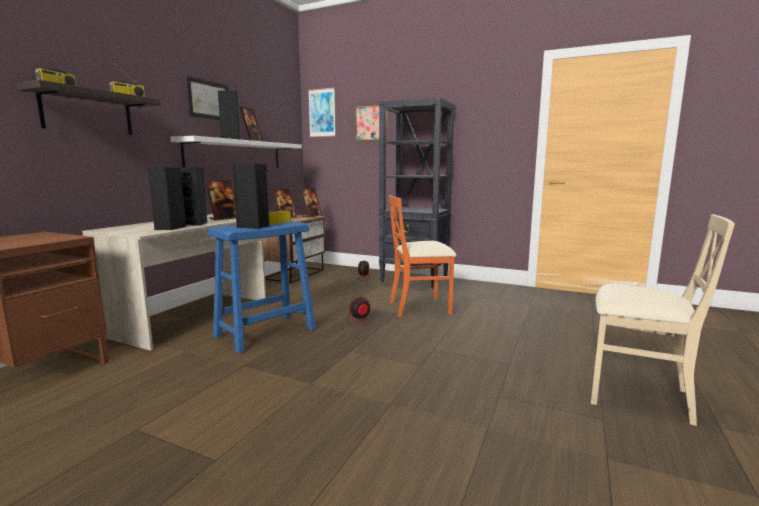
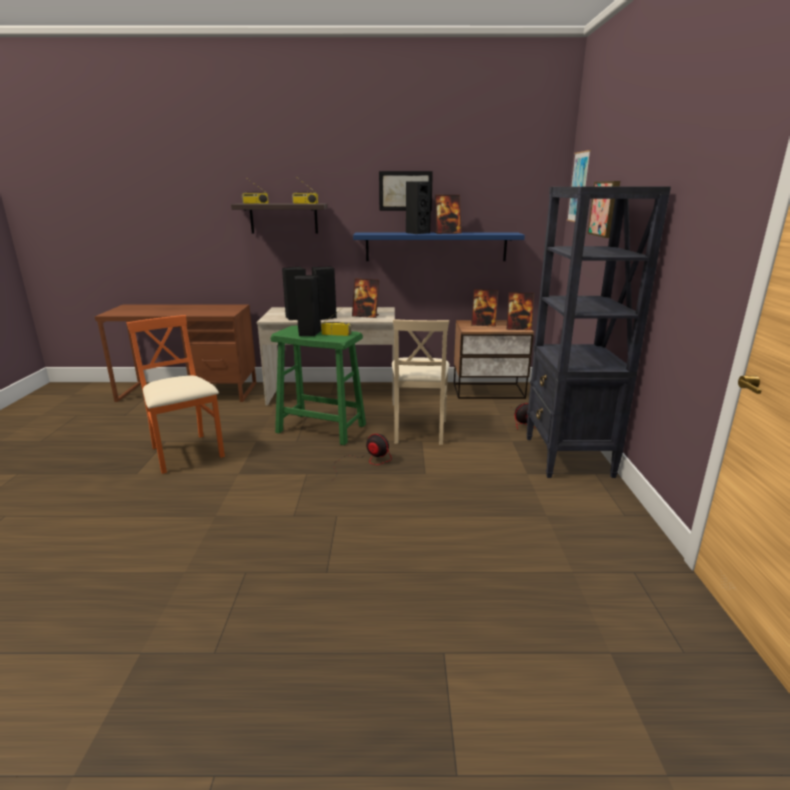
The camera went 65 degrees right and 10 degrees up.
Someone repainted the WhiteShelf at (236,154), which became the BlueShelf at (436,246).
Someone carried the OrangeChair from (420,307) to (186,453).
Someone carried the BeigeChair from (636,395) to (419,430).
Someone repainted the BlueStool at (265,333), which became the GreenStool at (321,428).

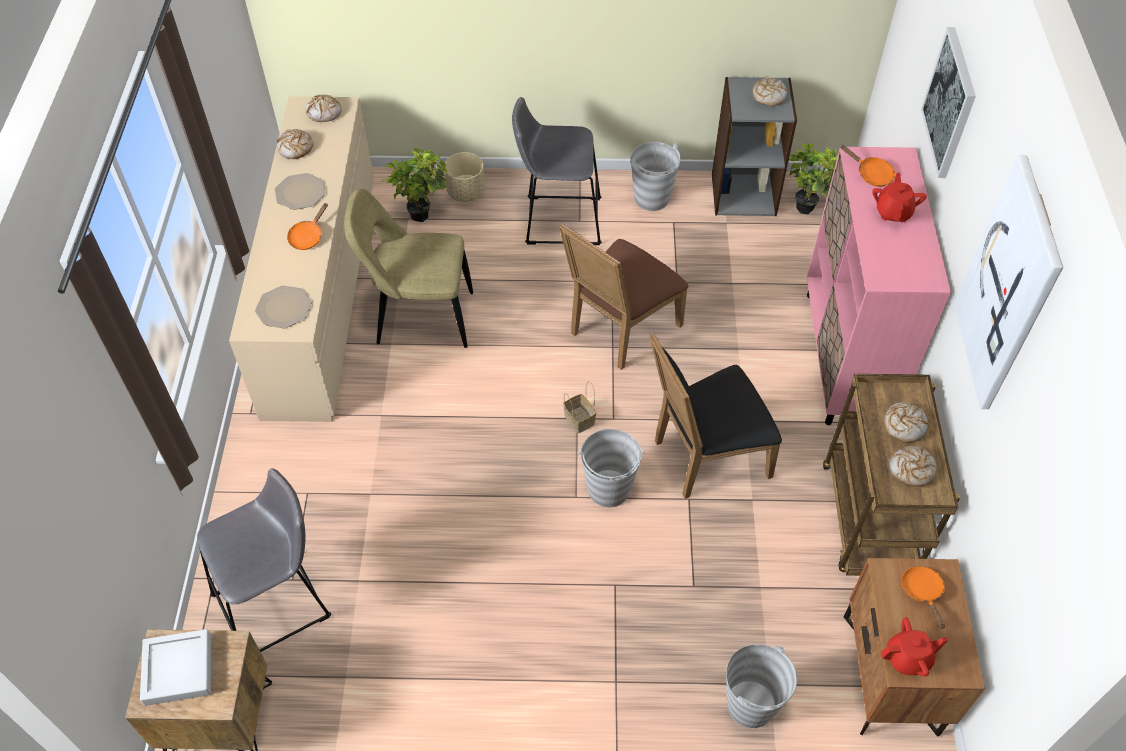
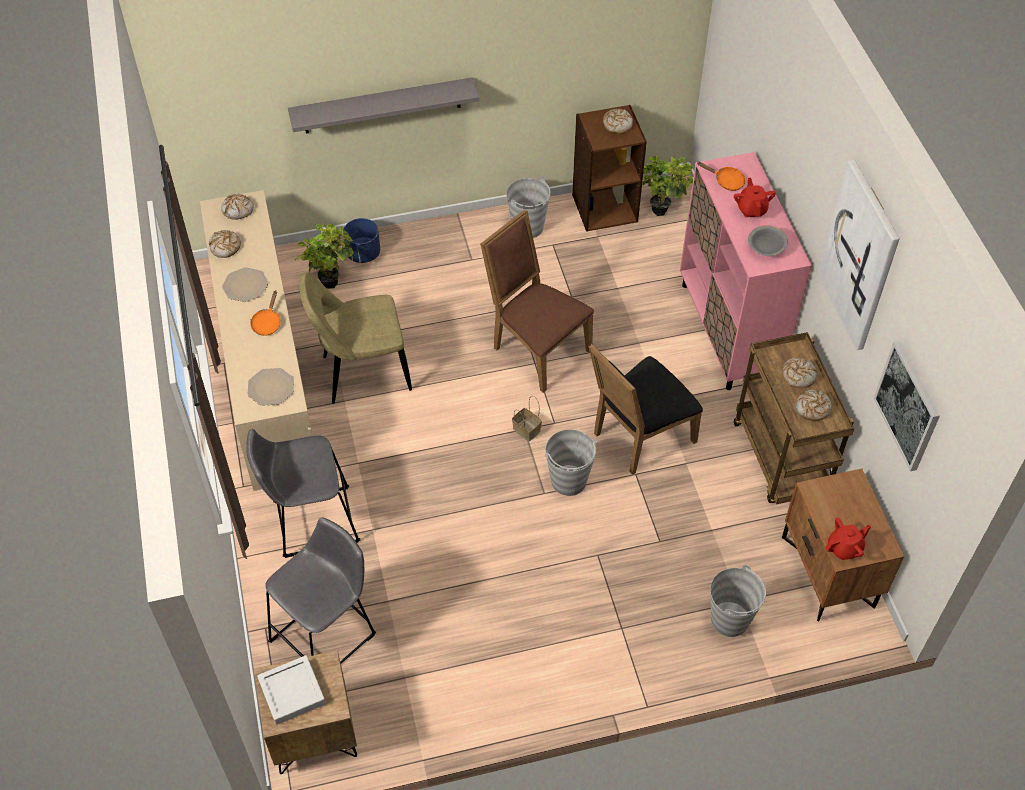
The camera went 15 degrees left and 0 degrees up.
Someone carried the Picture from (950,103) to (908,405).
Someone repainted the GreyBookcase at (743,193), which became the BrownBookcase at (604,207).
Someone carried the GreyStool from (558,220) to (311,522).
Someone repainted the BeigePlanter at (466,192), which became the BluePlanter at (363,253).
Someone rotated the BrownChair at (619,330) by 105 degrees clockwise.
Someone took away the OrangeFryingPan at (923,592).
Someone put up the GreyShelf at (382,106).
Someone put down the GreyBowl at (766,248).

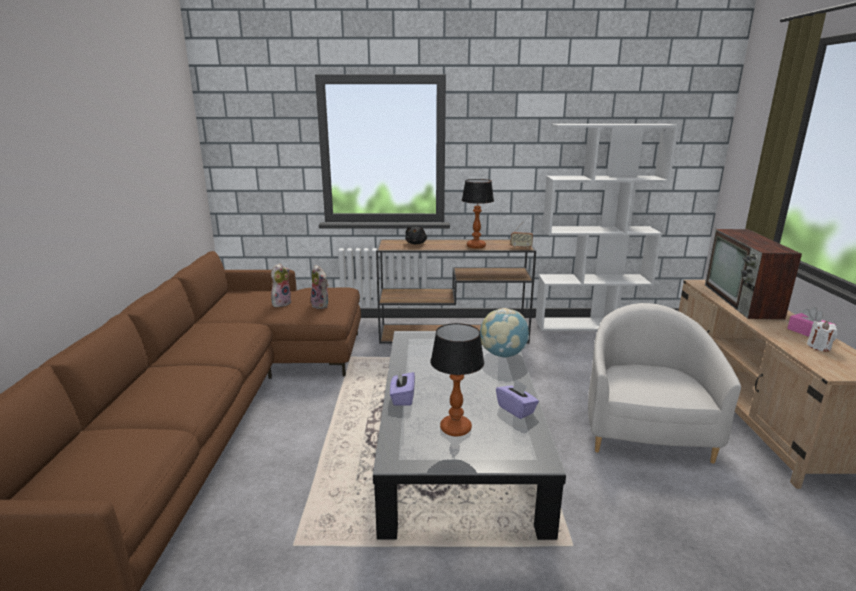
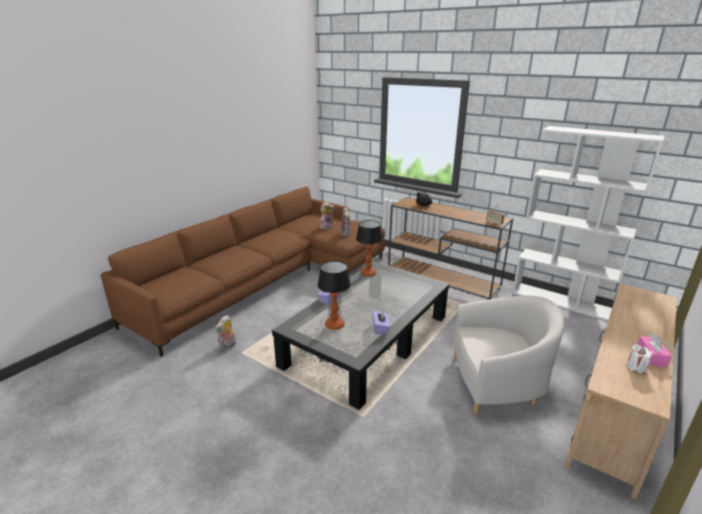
The camera went 35 degrees right and 5 degrees up.
Someone carried the TableLamp from (476,246) to (368,273).
Someone took away the Television at (743,301).
Someone rotated the WhiteArmchair at (643,430) by 45 degrees clockwise.
Someone took away the Globe at (503,354).
Someone put down the PlushToy at (228,347).

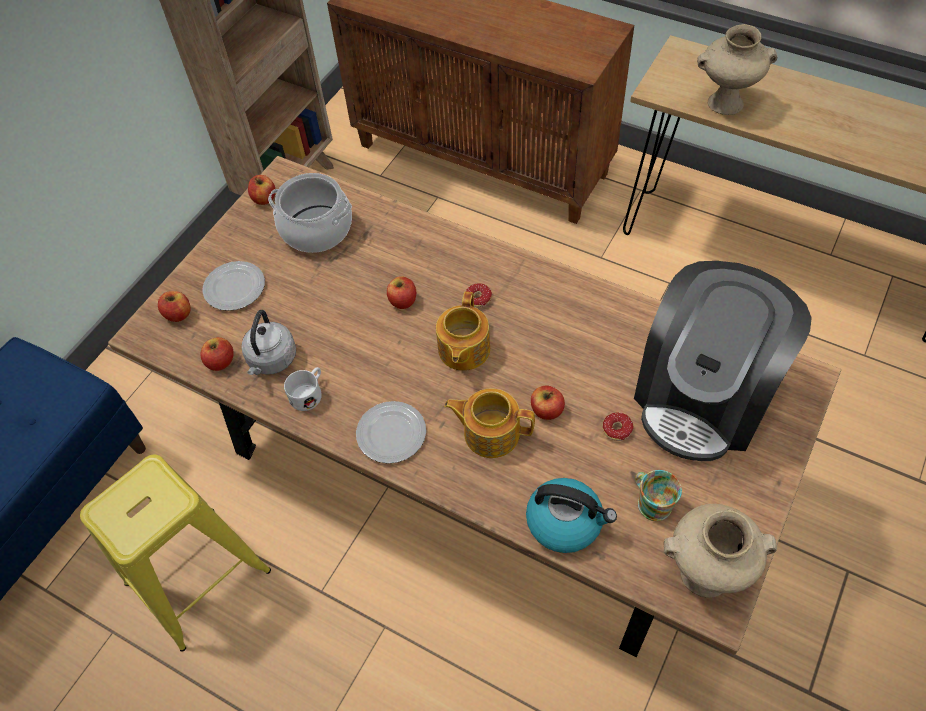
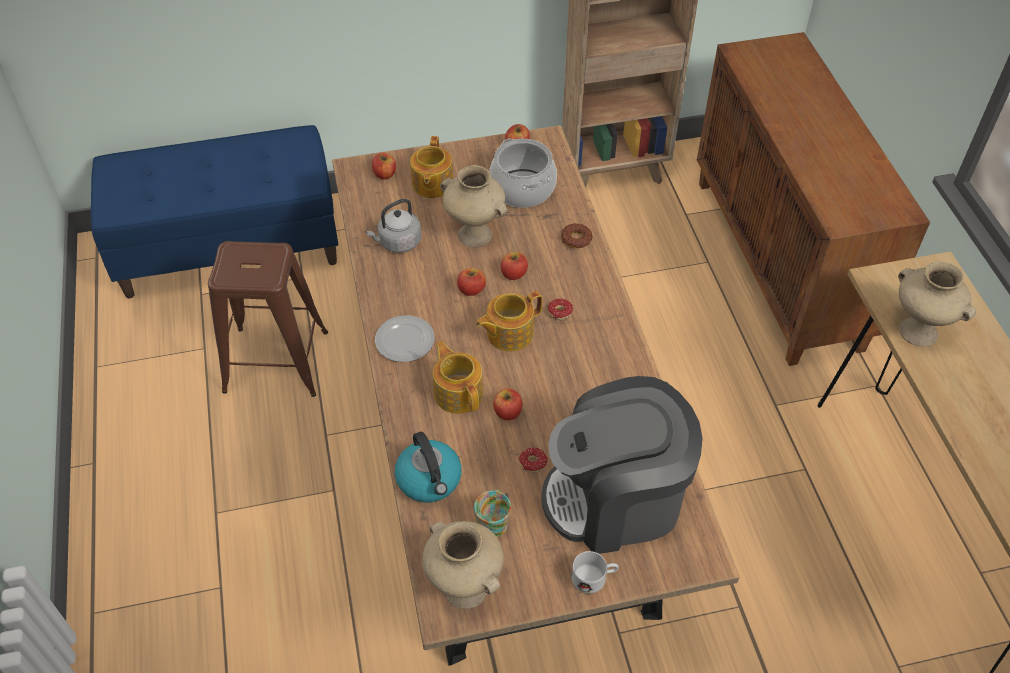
The camera went 45 degrees right and 5 degrees down.
Someone swapped the Plate at (234,288) for the Teapot at (432,184).
Someone carried the Apple from (220,361) to (471,289).
Someone carried the WhiteMug from (309,393) to (594,578).
Someone repainted the YellowStool at (198,577), which became the BrownStool at (276,361).
Someone put down the BeigeVase at (476,235).
Someone put down the Donut at (576,239).

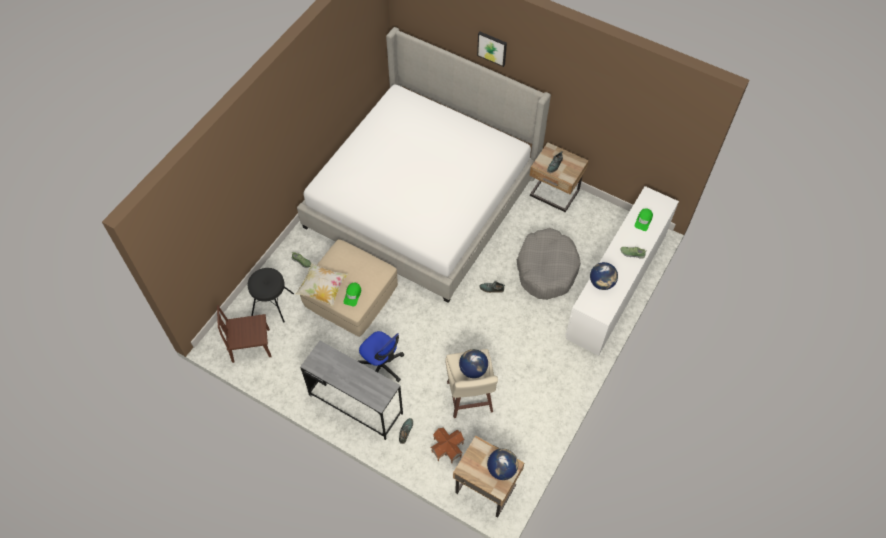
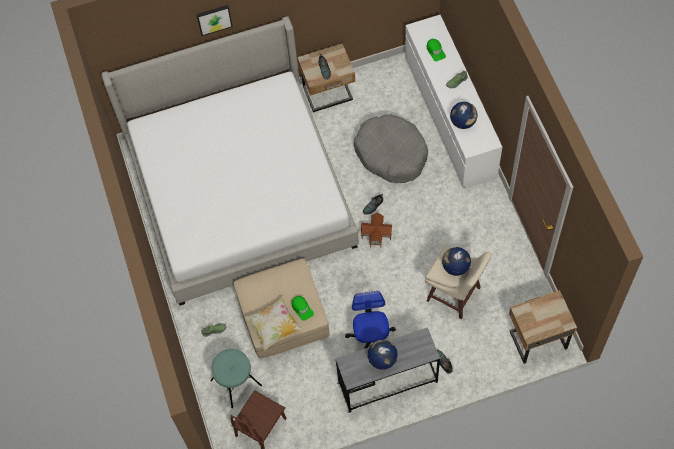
The camera went 45 degrees left and 5 degrees up.
Someone repainted the BlackStool at (272,305), which became the TurquoiseStool at (236,383).
Someone rotated the OfficeChair at (382,366) by 90 degrees counterclockwise.
Someone carried the ToyHouse from (446,448) to (376,235).
Someone carried the Globe from (501,469) to (382,359).

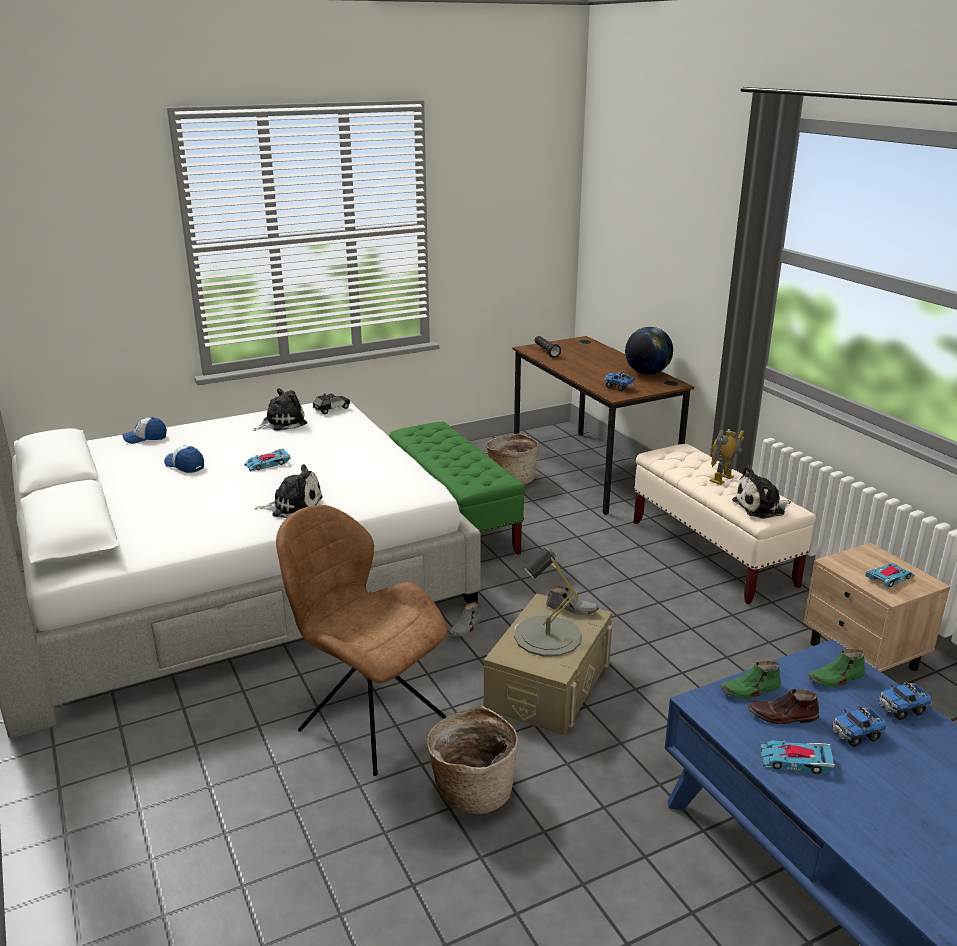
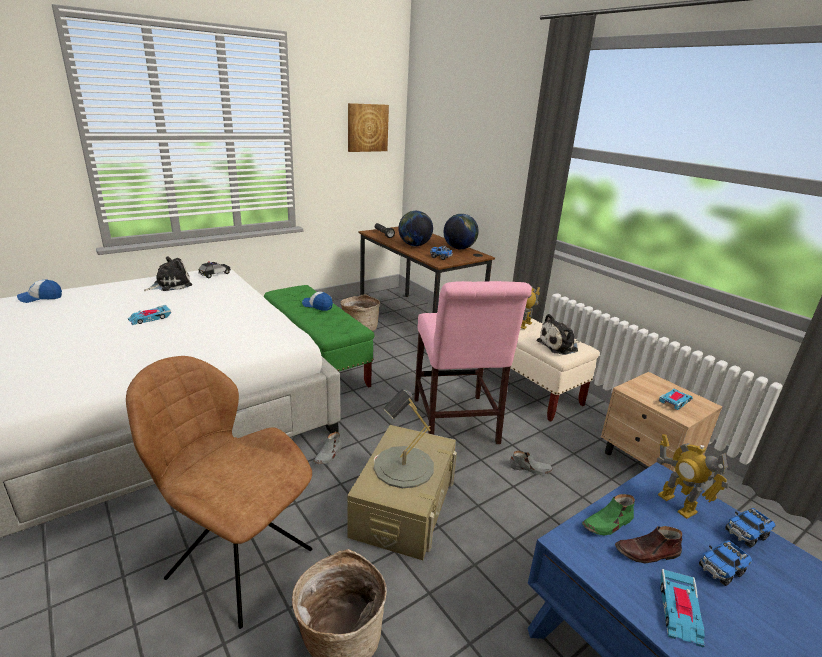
The camera went 10 degrees left and 0 degrees up.
Someone carried the Cap from (185,465) to (317,306).
Someone took away the PlushToy at (294,507).
Someone carried the GreyShoe from (572,609) to (529,468).
Someone swapped the GreenShoe at (836,678) for the ToyRobot at (677,504).
Someone rotated the ToyCar at (795,761) by 75 degrees counterclockwise.
Someone put up the Picture at (367,128).
Someone put down the Globe at (414,245).
Someone put down the PinkChair at (455,424).

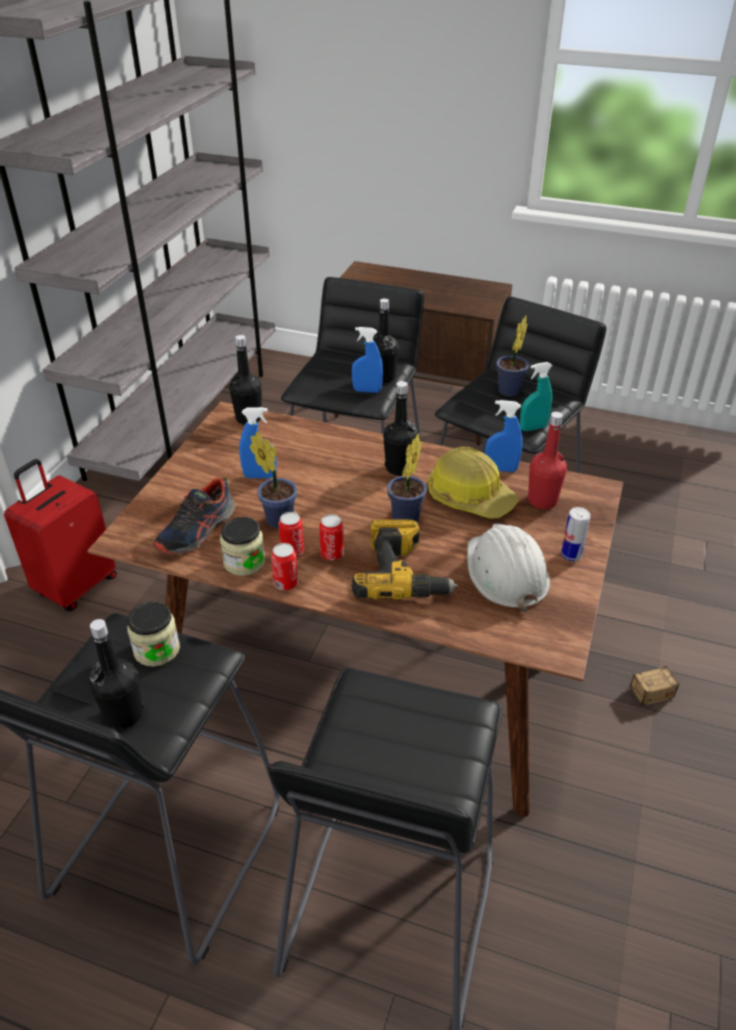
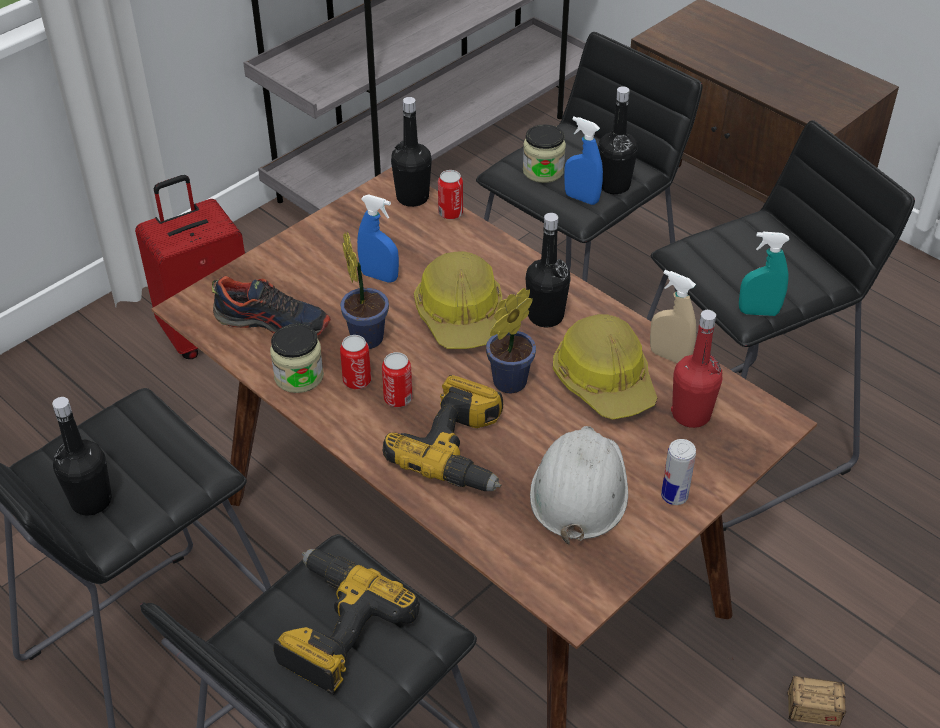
The camera went 25 degrees right and 5 degrees up.
Someone took away the PottedPlant at (508,392).
Someone repainted the BlueSprayBottle at (501,469), which became the BeigeSprayBottle at (669,356).
Someone rotated the Shoe at (197,530) by 135 degrees counterclockwise.
Someone carried the Can from (286,583) to (450,213).
Someone carried the Jar from (157,650) to (543,171).
Someone put down the HardHat at (461,315).
Someone put down the PowerDrill at (333,628).

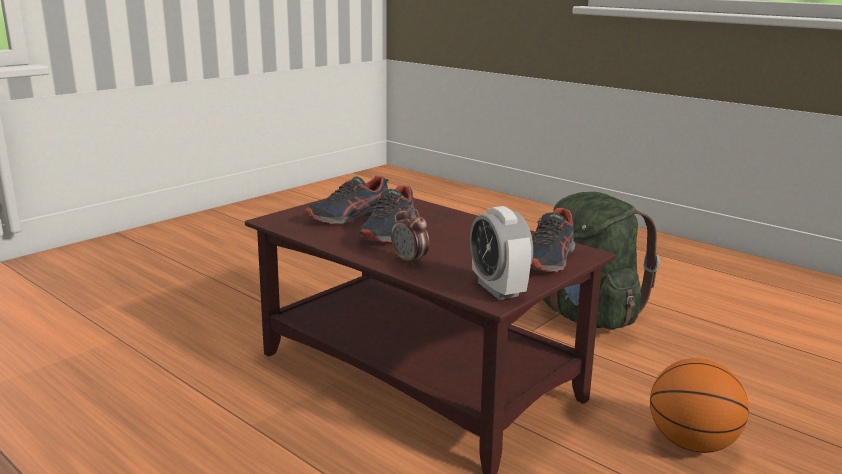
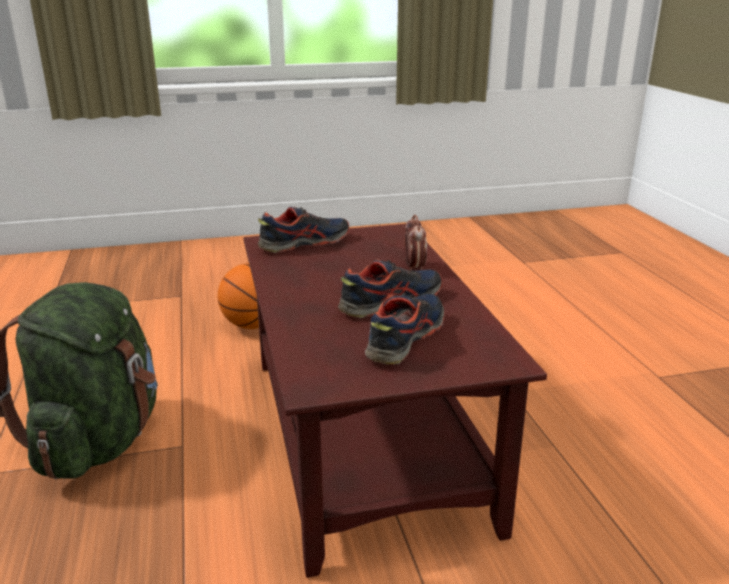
The camera went 145 degrees left and 5 degrees up.
Someone rotated the Shoe at (350,217) by 60 degrees counterclockwise.
Someone took away the AlarmClock at (498,289).

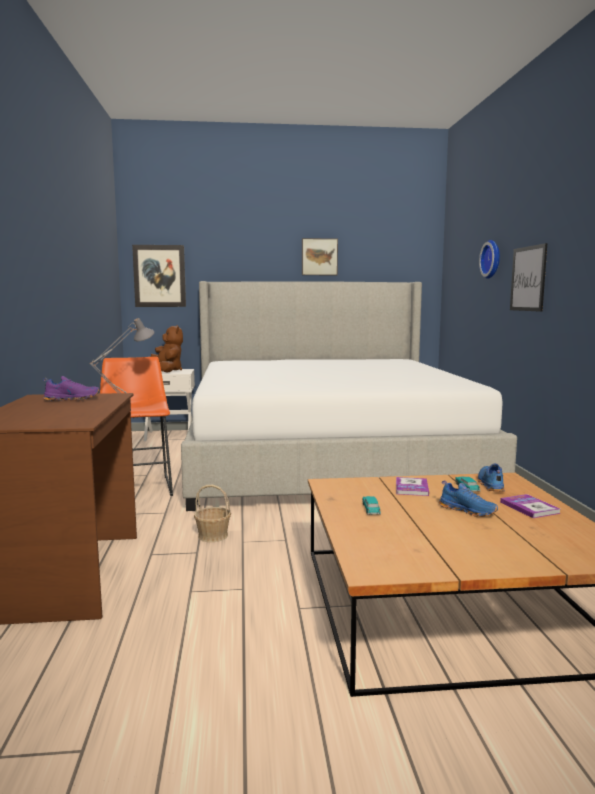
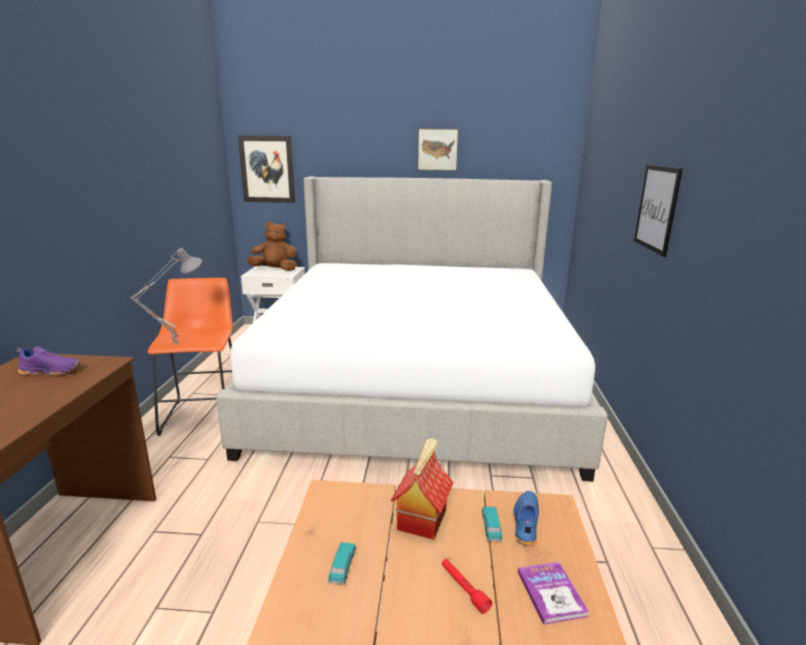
The camera went 10 degrees right and 10 degrees up.
Someone took away the WallClock at (492,259).
Someone rotated the BrownPlushToy at (168,371) by 75 degrees counterclockwise.
Someone swapped the Book at (411,488) for the ToyHouse at (421,518).
Someone swapped the BlueShoe at (468,510) for the RedFlashlight at (464,589).
Someone took away the Basket at (213,536).

